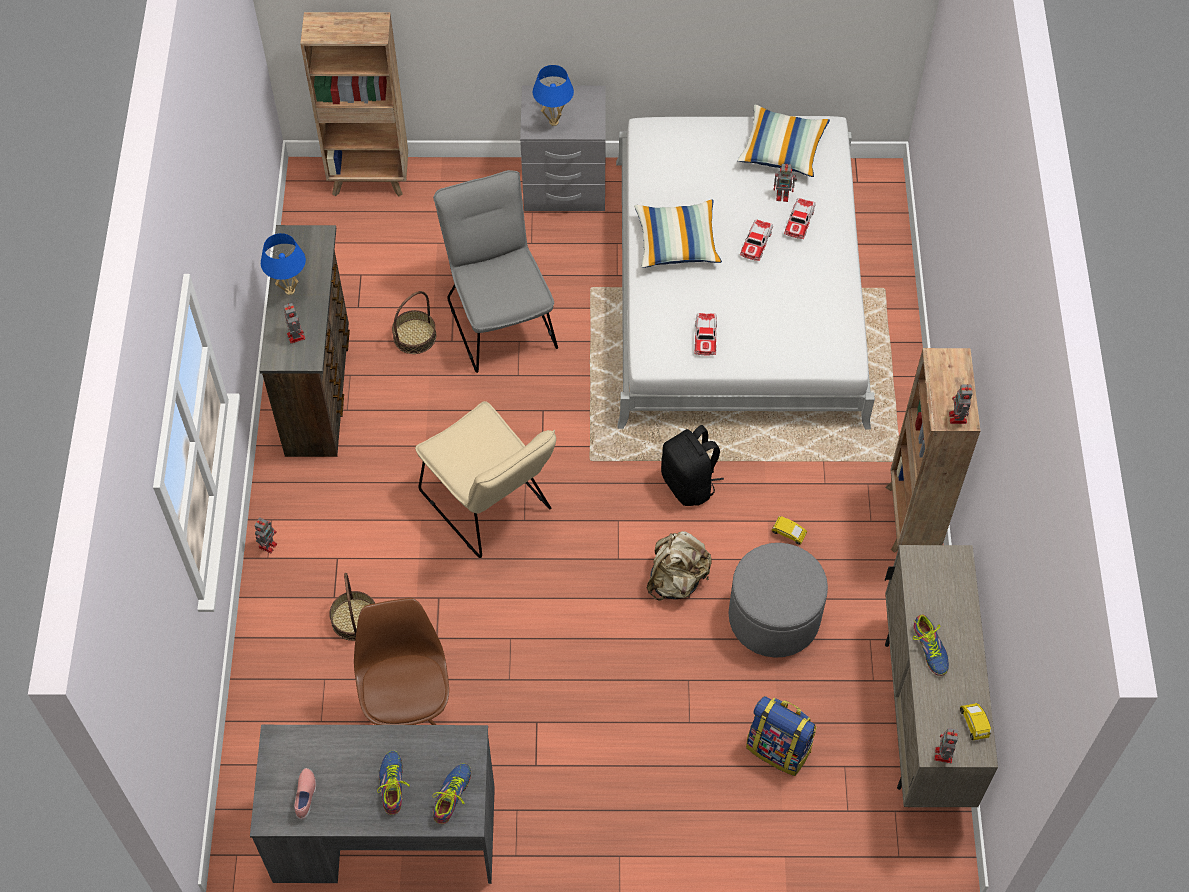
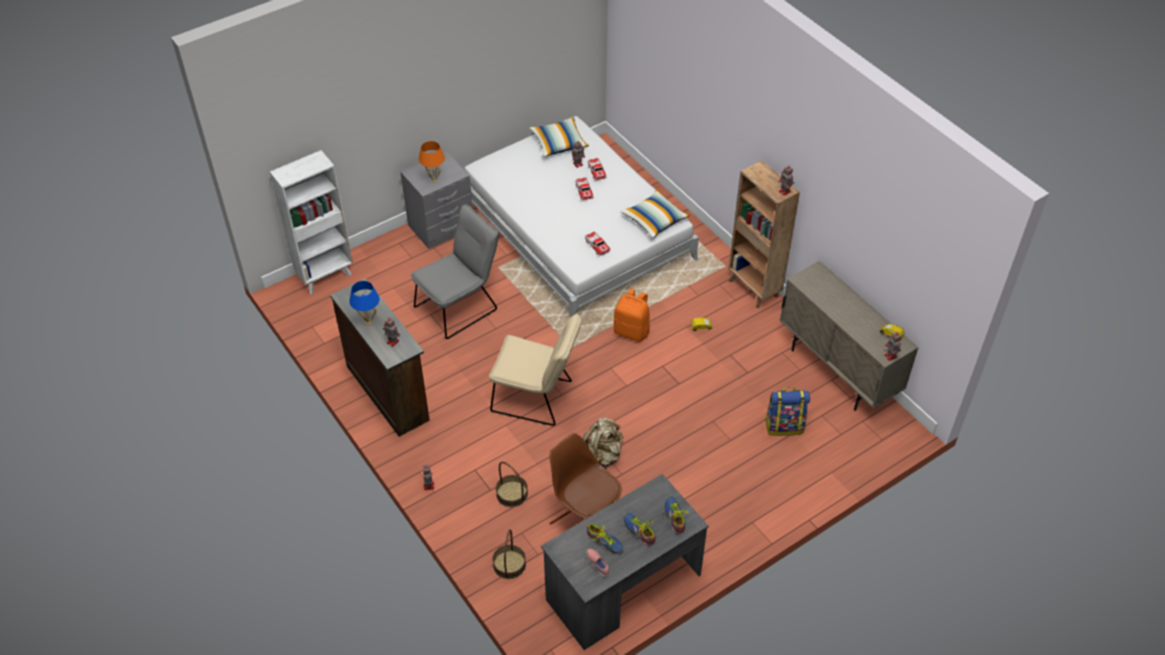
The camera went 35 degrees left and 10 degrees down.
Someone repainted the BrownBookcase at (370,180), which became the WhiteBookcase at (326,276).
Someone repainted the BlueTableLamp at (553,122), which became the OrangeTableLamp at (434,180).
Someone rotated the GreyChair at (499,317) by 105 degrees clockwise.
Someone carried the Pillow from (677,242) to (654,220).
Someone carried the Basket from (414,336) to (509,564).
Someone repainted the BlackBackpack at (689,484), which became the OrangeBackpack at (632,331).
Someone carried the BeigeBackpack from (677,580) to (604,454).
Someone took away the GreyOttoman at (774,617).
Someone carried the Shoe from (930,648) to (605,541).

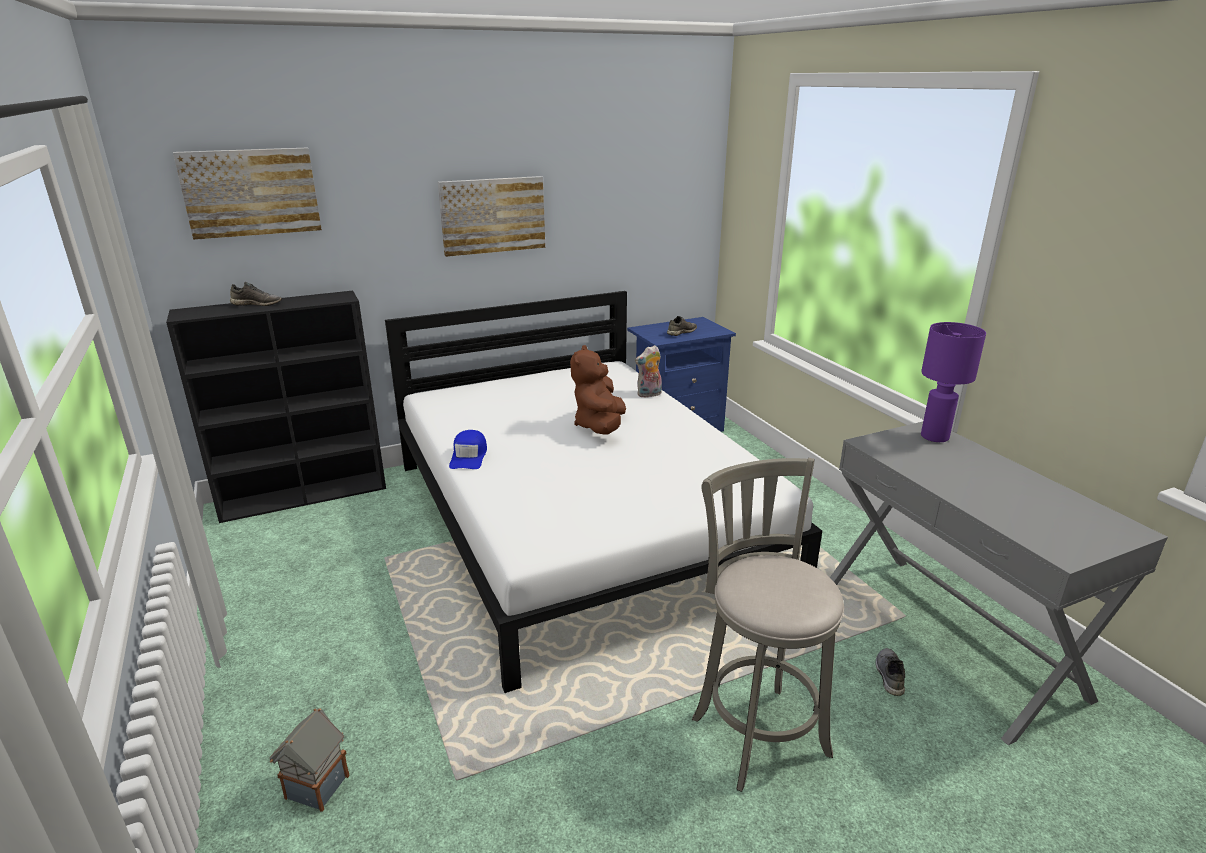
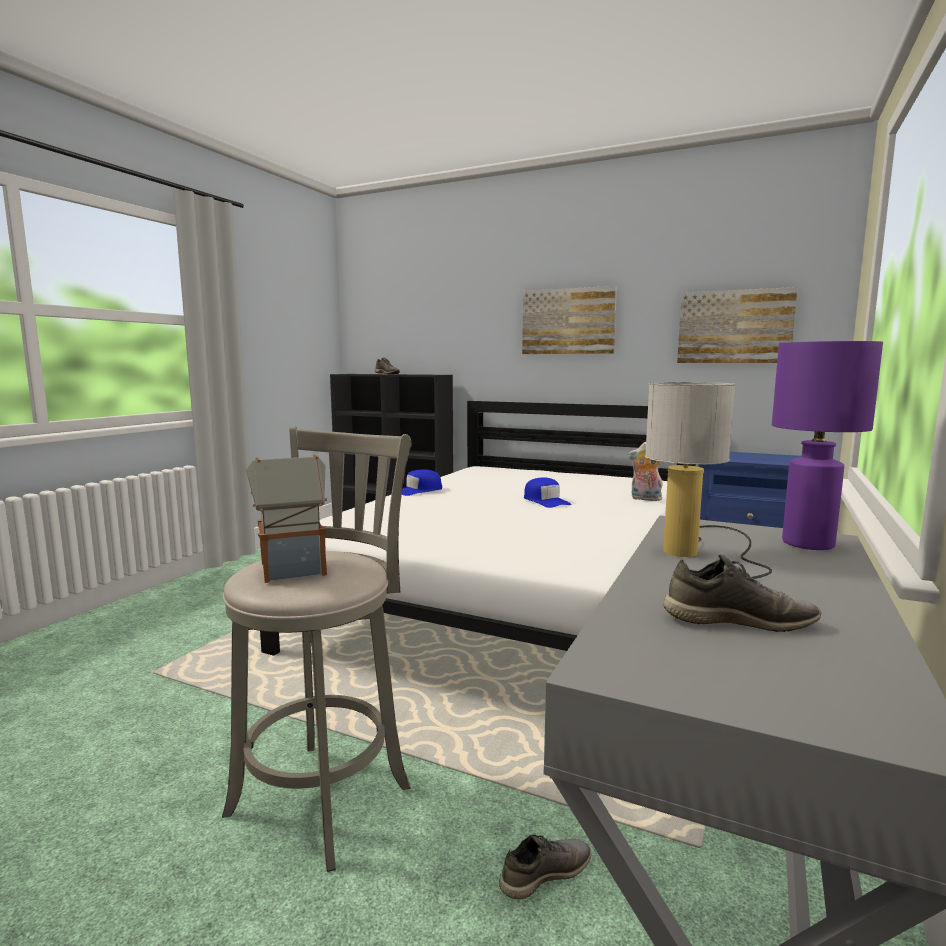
The camera went 50 degrees right and 15 degrees down.
Someone carried the Picture from (251,192) to (734,327).
Someone carried the GreyShoe from (681,332) to (738,620).
Someone swapped the BrownPlushToy at (599,426) for the BlueCap at (545,501).
Someone carried the ToyHouse from (317,788) to (291,569).
Someone put down the TableLamp at (700,550).

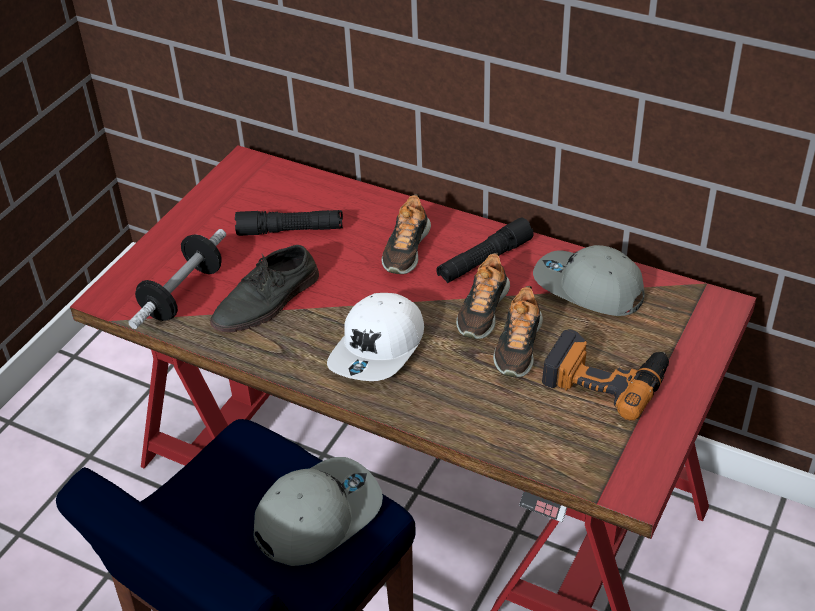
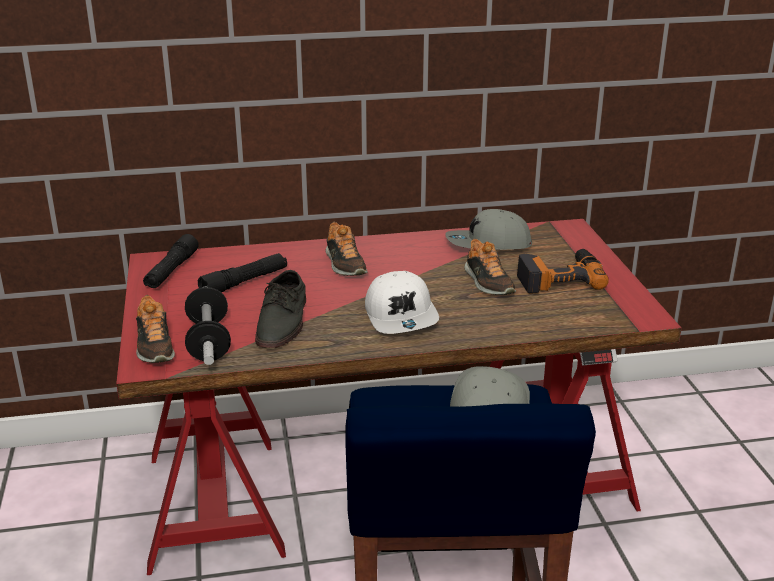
The camera went 40 degrees left and 15 degrees down.
Someone carried the BlackFlashlight from (484,260) to (171,271).
Someone carried the Shoe from (482,311) to (154,346).

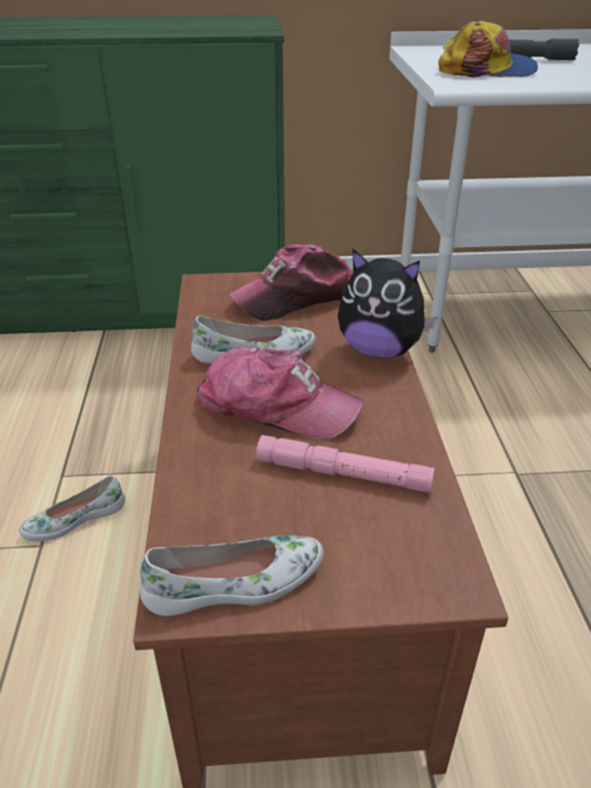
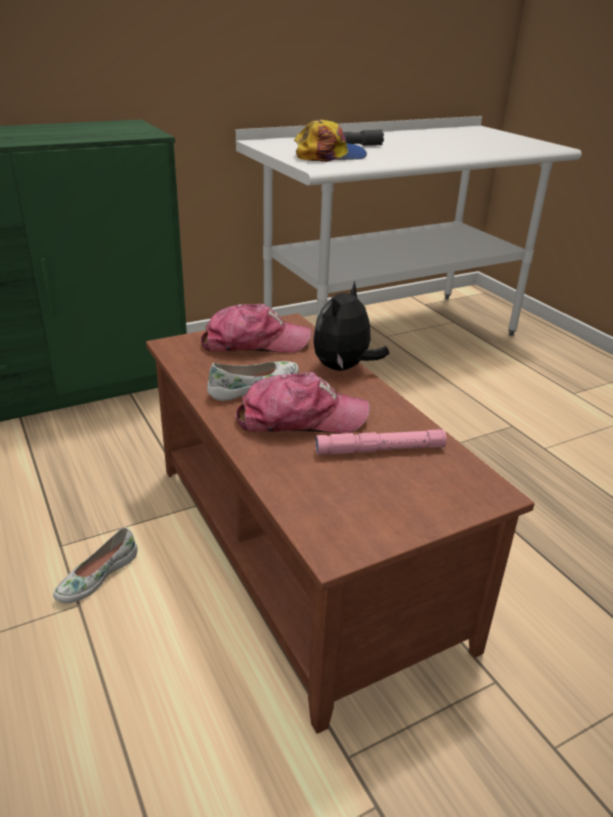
The camera went 25 degrees left and 5 degrees down.
Someone rotated the Cap at (296,298) by 135 degrees counterclockwise.
Someone rotated the PlushToy at (379,350) by 120 degrees clockwise.
Someone took away the WhiteShoe at (235,585).

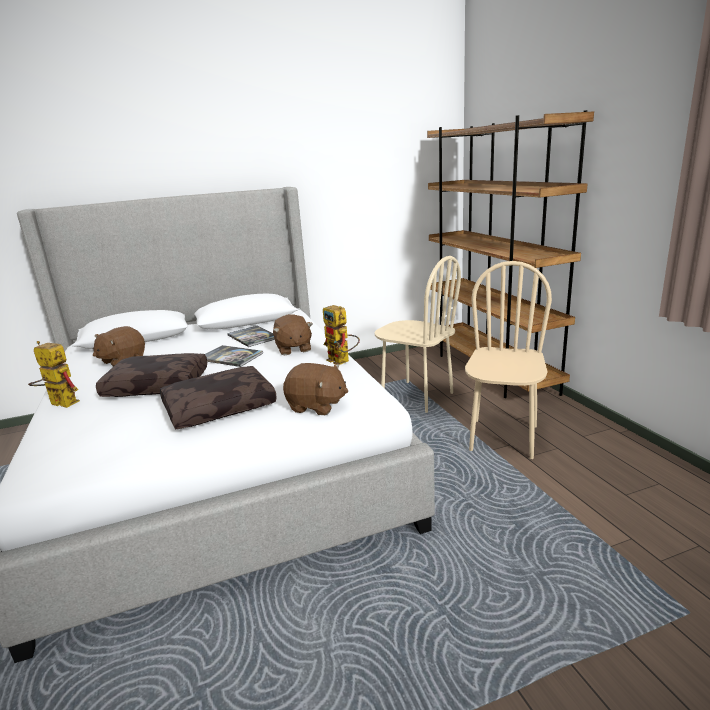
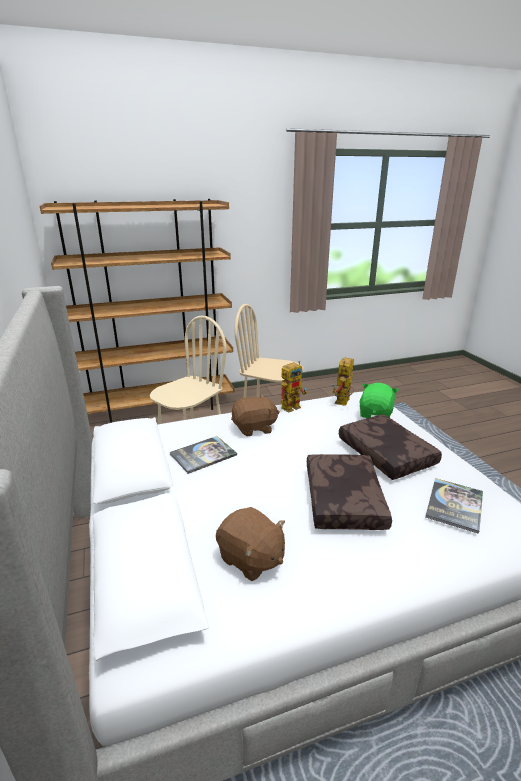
The camera went 90 degrees left and 5 degrees up.
Someone carried the ToyRobot from (59,403) to (343,403).
Someone carried the Book from (231,357) to (454,505).
Someone repainted the BrownPlushToy at (316,406), which became the GreenPlushToy at (376,414).

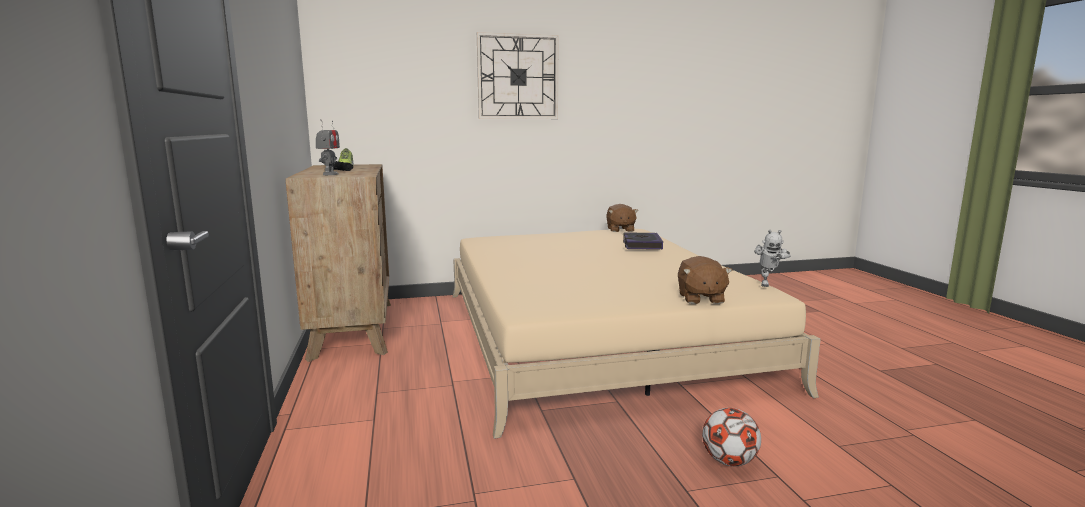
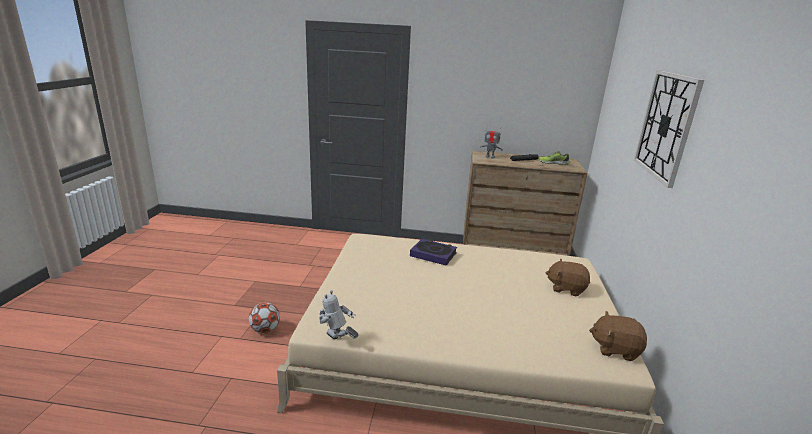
The camera went 110 degrees right and 10 degrees up.
Someone carried the Book from (641,245) to (433,255).
Someone carried the BrownPlushToy from (700,298) to (566,288).

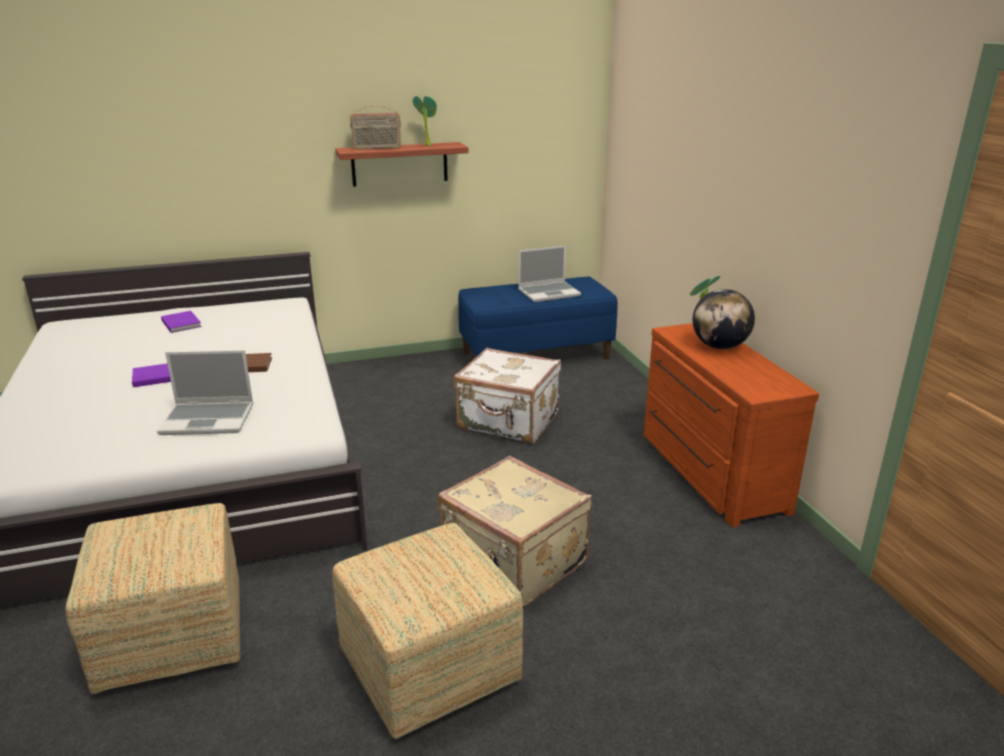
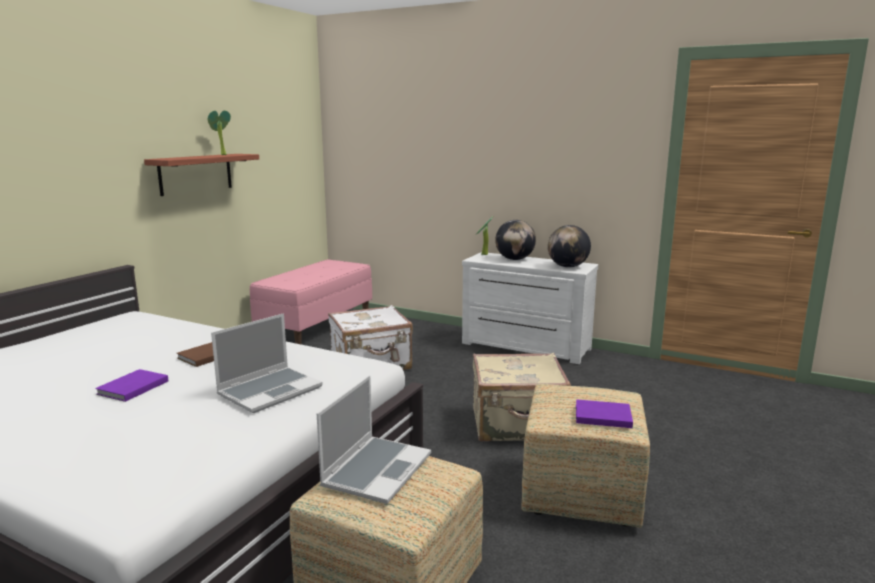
The camera went 45 degrees left and 10 degrees down.
Someone took away the Radio at (377,148).
Someone carried the Laptop from (549,293) to (376,470).
Someone repainted the BlueBench at (536,355), which became the PinkBench at (316,327).
Someone carried the PurpleBook from (181,323) to (601,416).
Someone repainted the BrownDresser at (708,472), which became the WhiteDresser at (524,347).
Someone put down the Globe at (567,266).

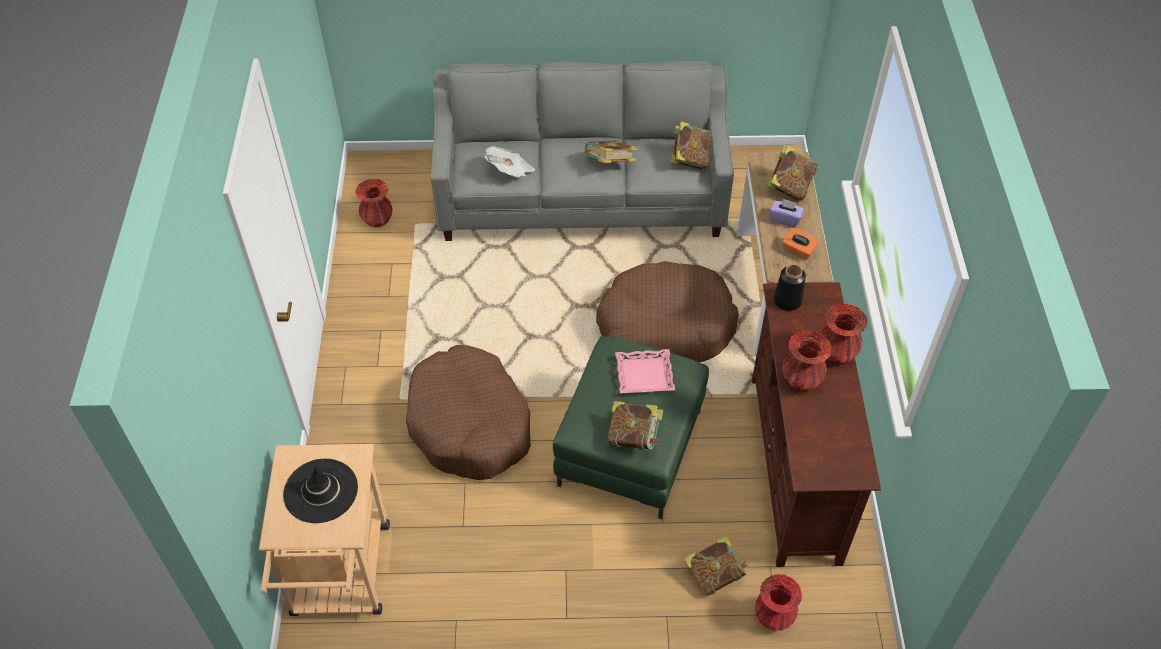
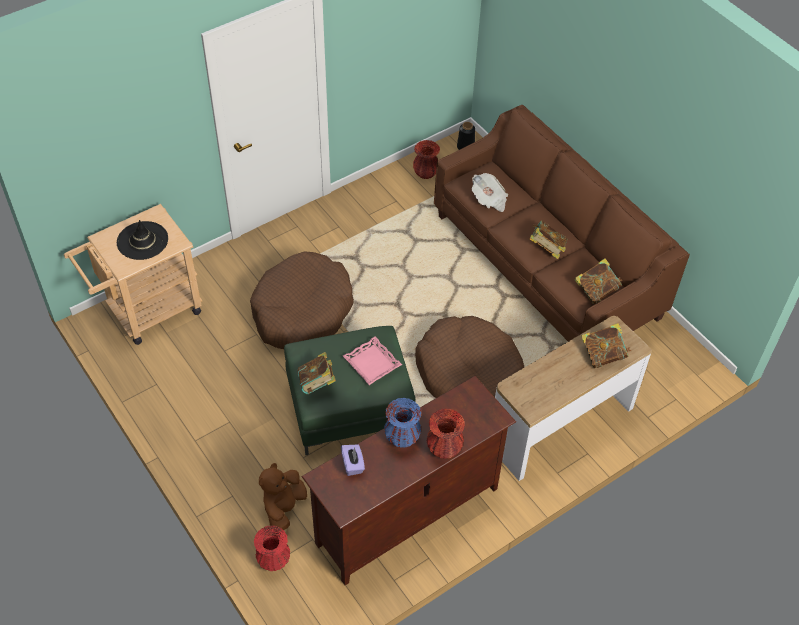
The camera went 55 degrees right and 0 degrees up.
Someone repainted the GreySofa at (582,197), which became the BrownSofa at (546,267).
Someone carried the PurpleTissueBox from (785,219) to (353,464).
Someone took away the OrangeTissueBox at (798,251).
Someone carried the BlackVase from (787,301) to (465,147).
Someone repainted the RedVase at (801,379), which became the BlueVase at (402,437).
Someone swapped the Book at (714,574) for the BrownPlushToy at (283,508).

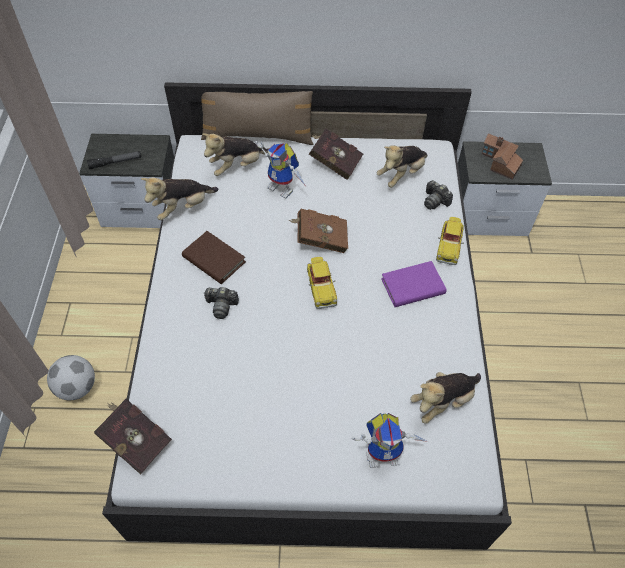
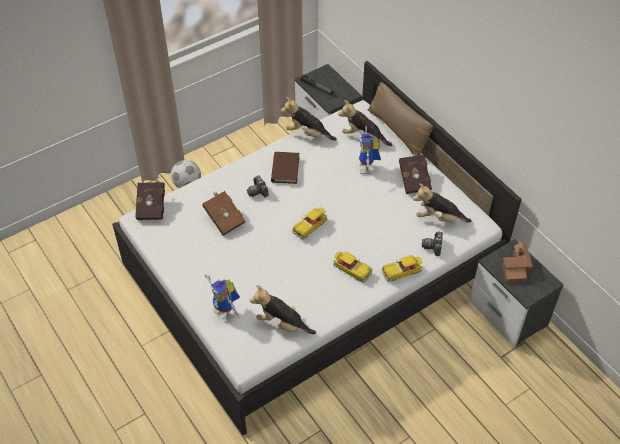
The camera went 55 degrees right and 5 degrees down.
Someone carried the BrownBook from (319,239) to (224,218).
Someone swapped the PurpleBook at (413,286) for the ToyCar at (351,269).

